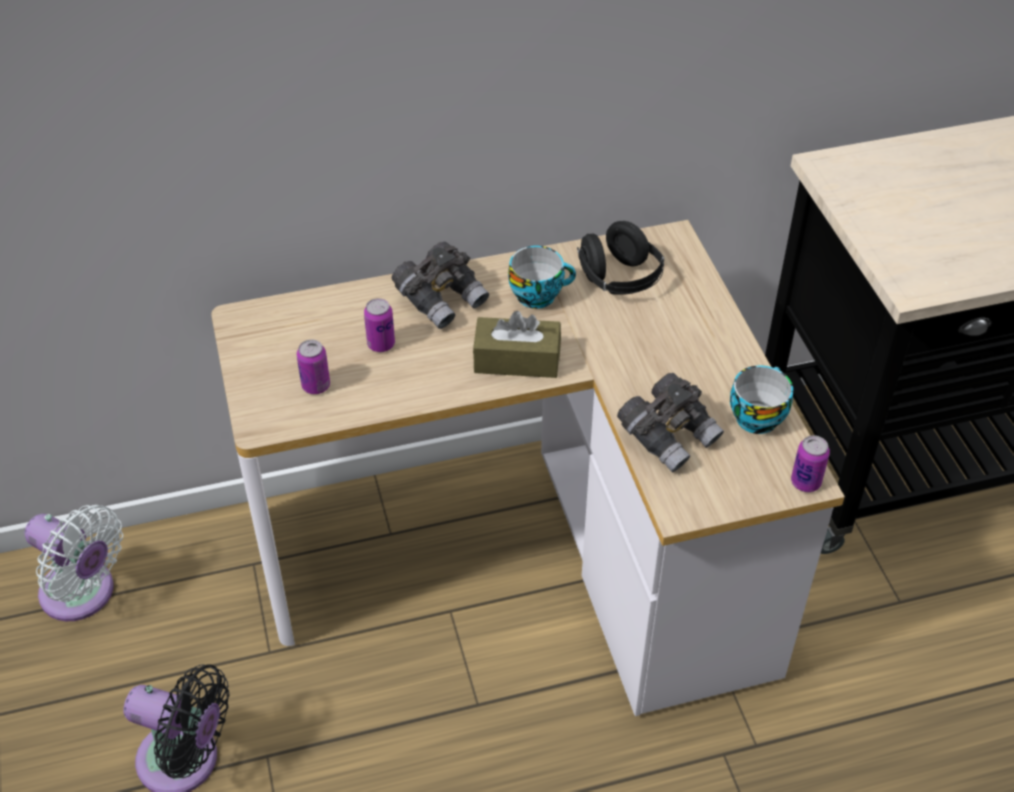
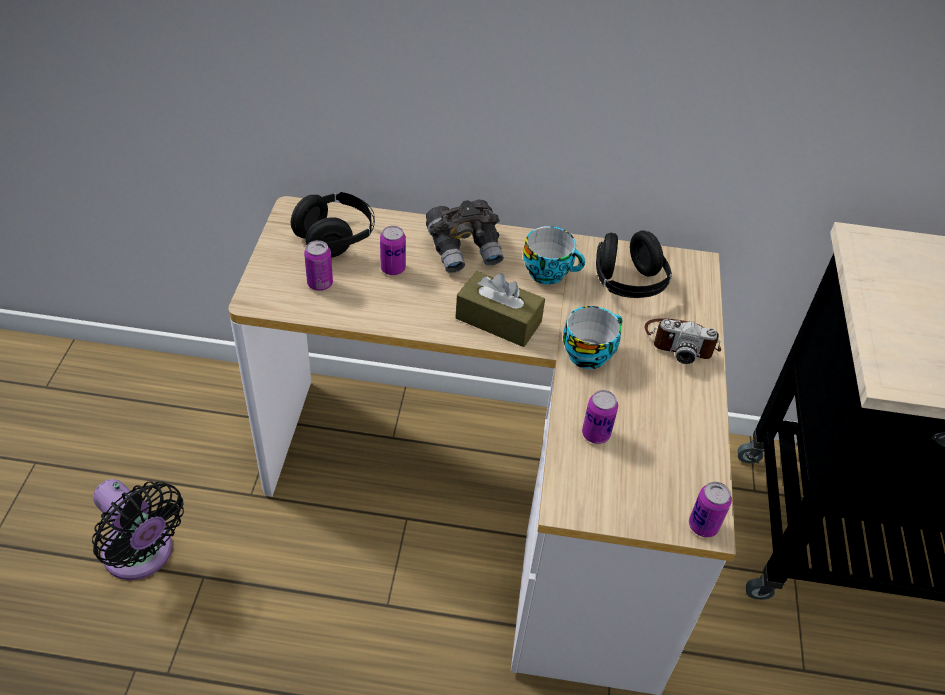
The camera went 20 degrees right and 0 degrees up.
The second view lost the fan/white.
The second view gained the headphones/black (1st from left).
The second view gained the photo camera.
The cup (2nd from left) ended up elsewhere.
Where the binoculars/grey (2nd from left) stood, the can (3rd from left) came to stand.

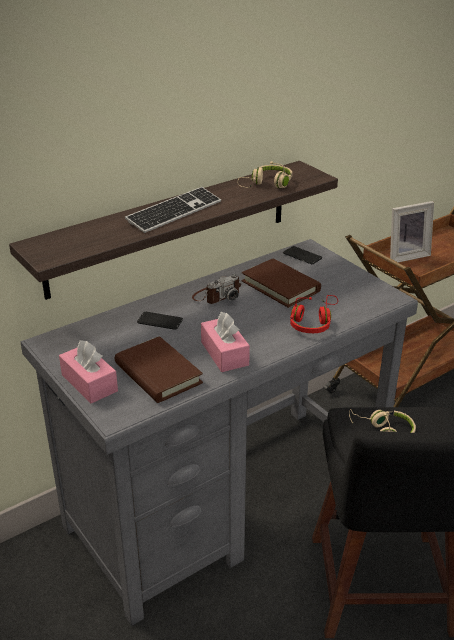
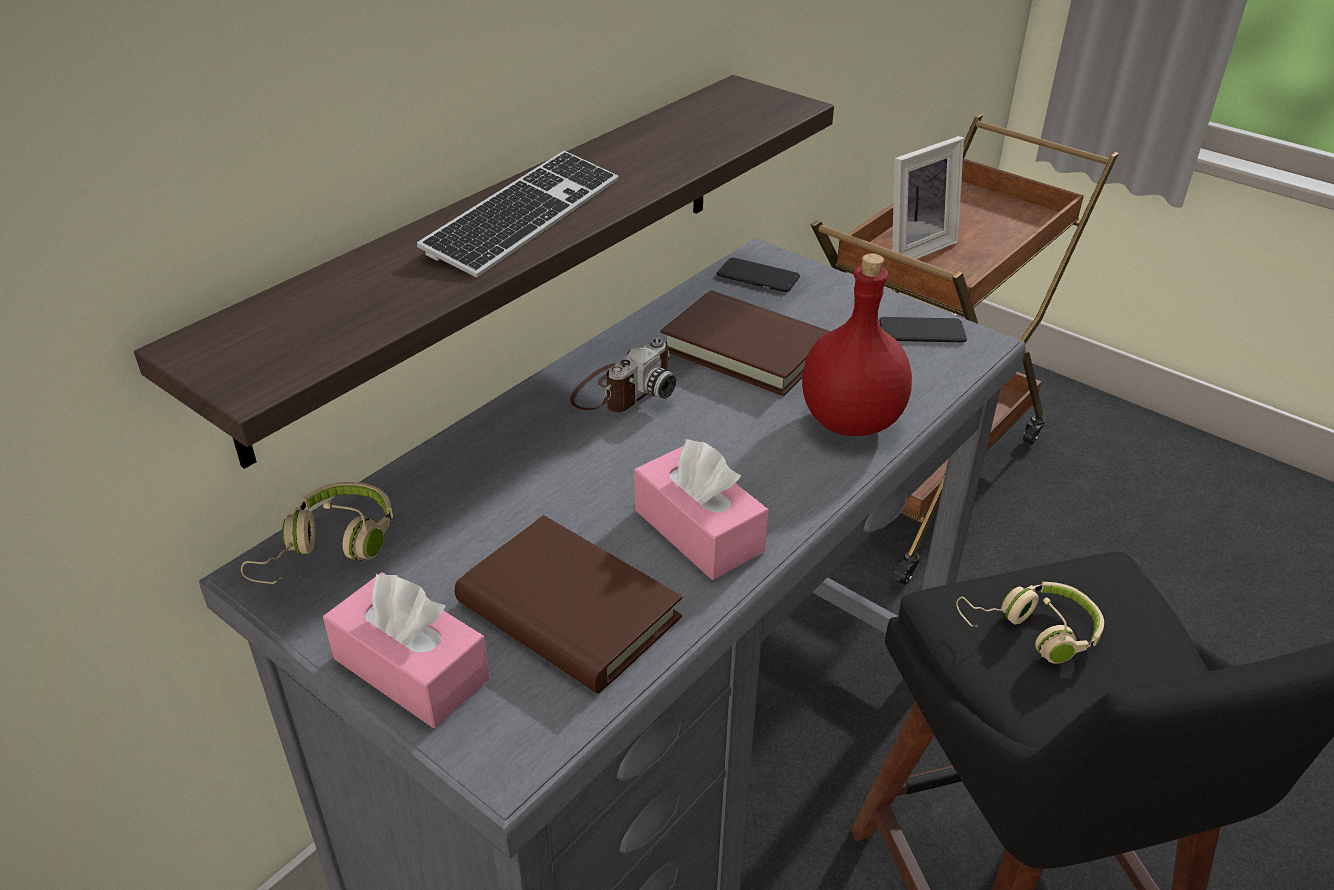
The camera went 15 degrees left and 5 degrees up.
The phone (1st from left in the first image) ended up elsewhere.
The headphones/beige (1st from left) ended up elsewhere.
Where the headphones/red stood, the bottle/red came to stand.

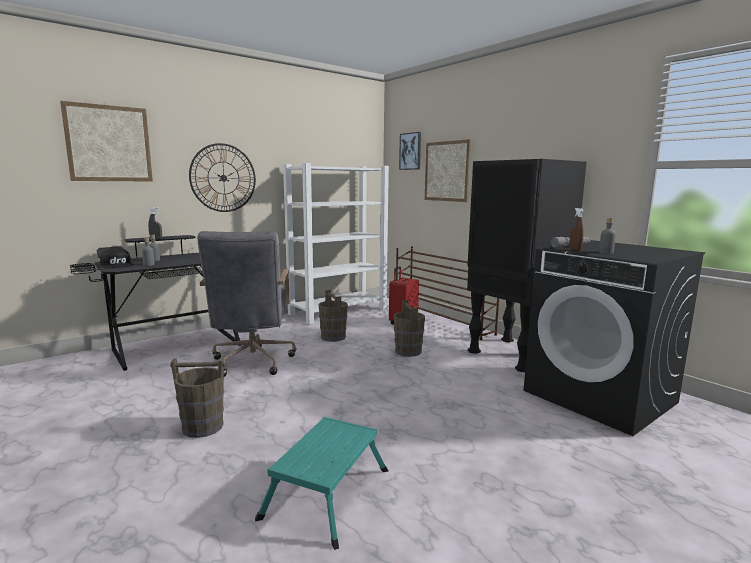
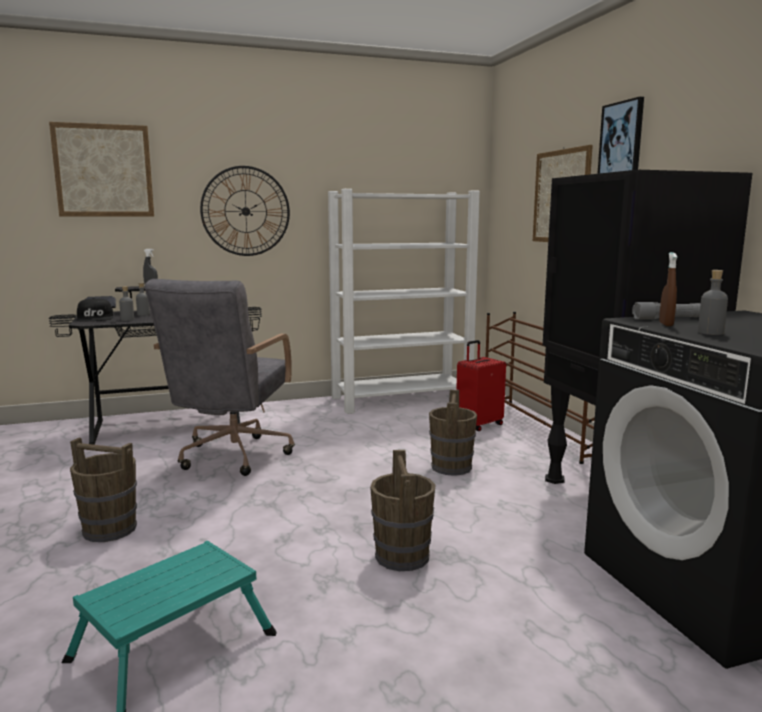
The camera went 20 degrees right and 0 degrees up.
The bucket/brown (2nd from left) ended up elsewhere.
The picture (2nd from left in the first image) ended up elsewhere.

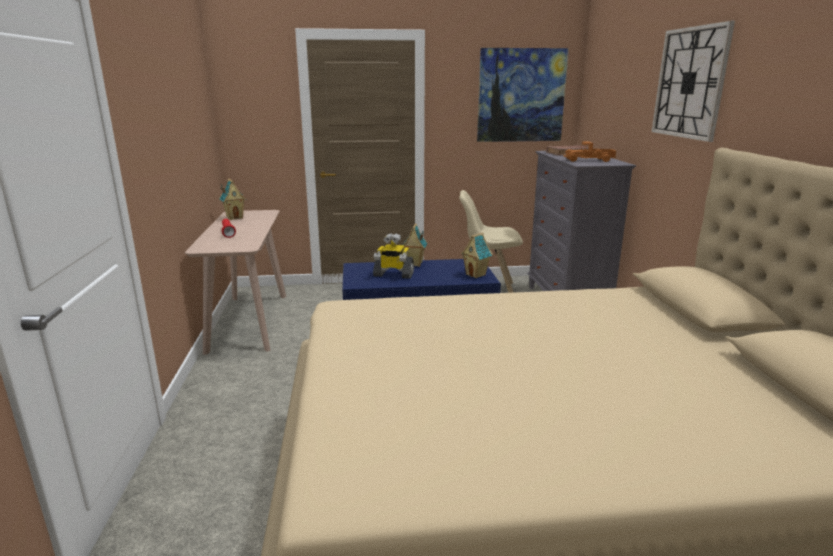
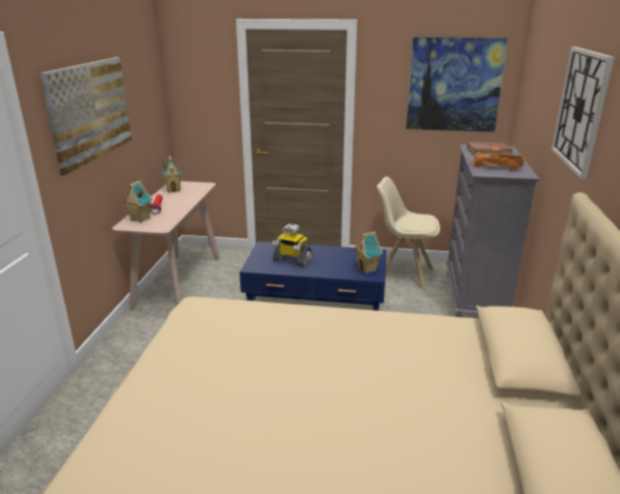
The camera went 15 degrees right and 5 degrees up.
The second view gained the picture (1st from left).
The toy house (2nd from left in the first image) ended up elsewhere.

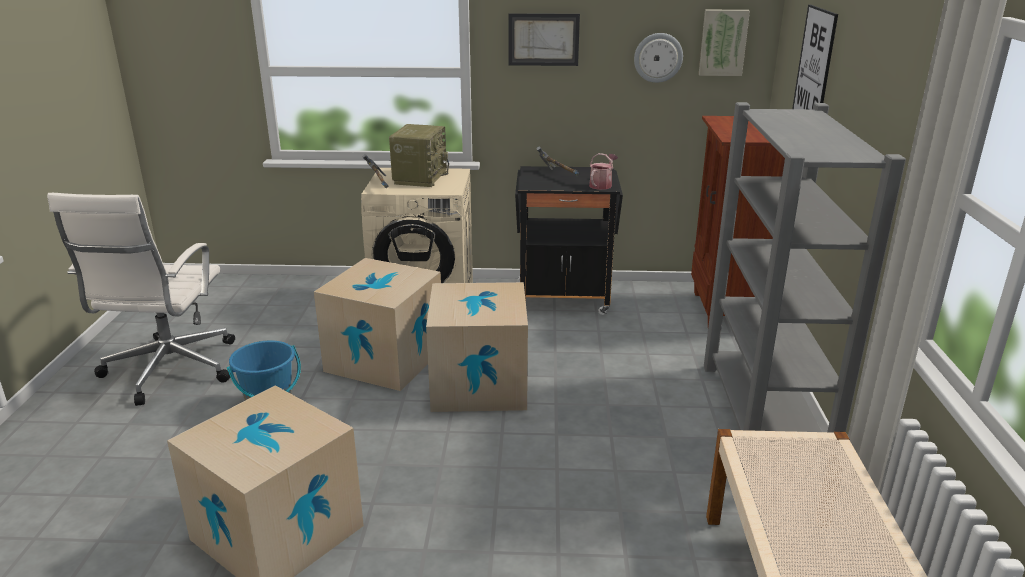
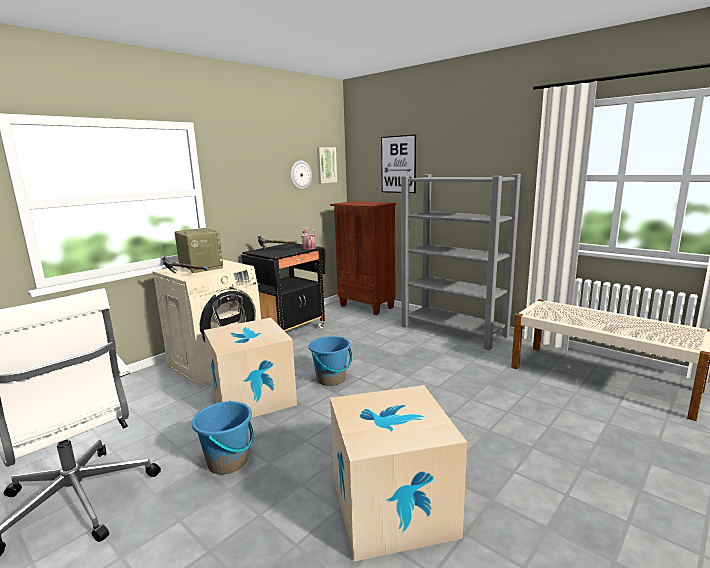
The camera went 50 degrees left and 10 degrees down.
The second view lost the picture (1st from left).
Where the cardboard box (3rd from left) stood, the bucket/blue (2nd from left) came to stand.

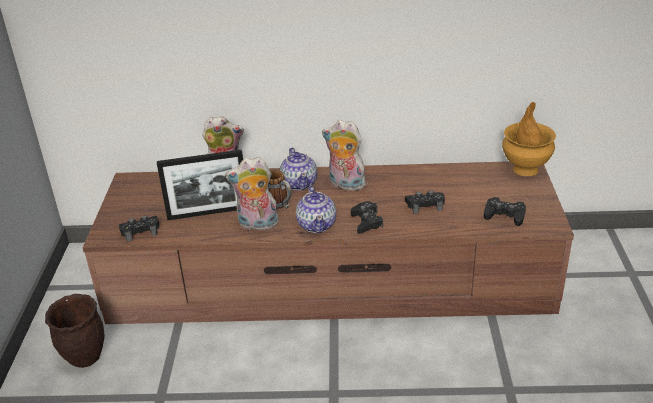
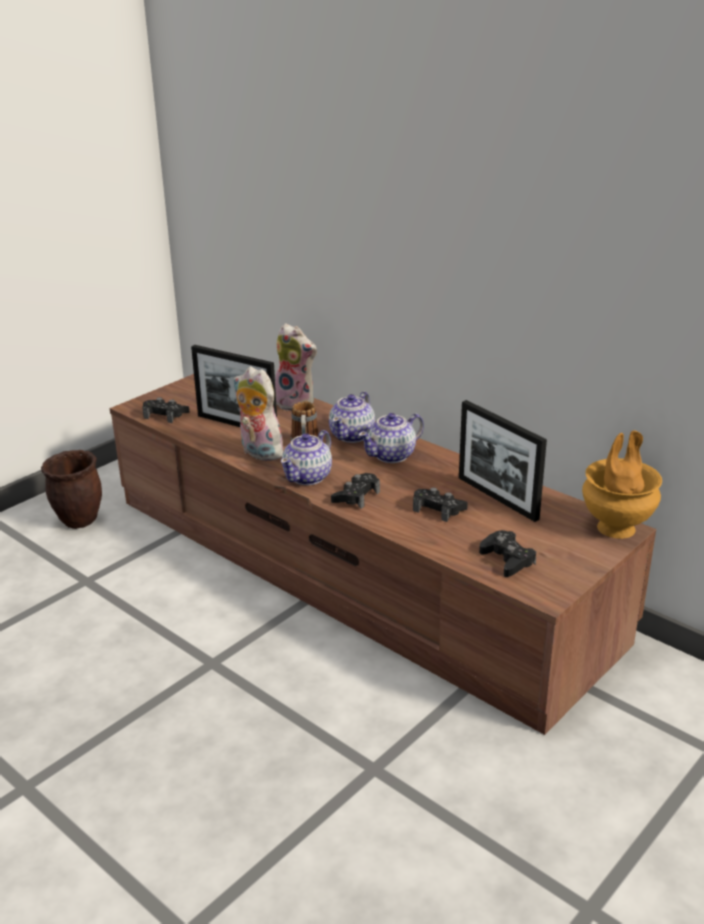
The camera went 40 degrees right and 5 degrees down.
The second view gained the picture frame (2nd from left).
Where the plush toy (3rd from left) stood, the teapot (3rd from left) came to stand.

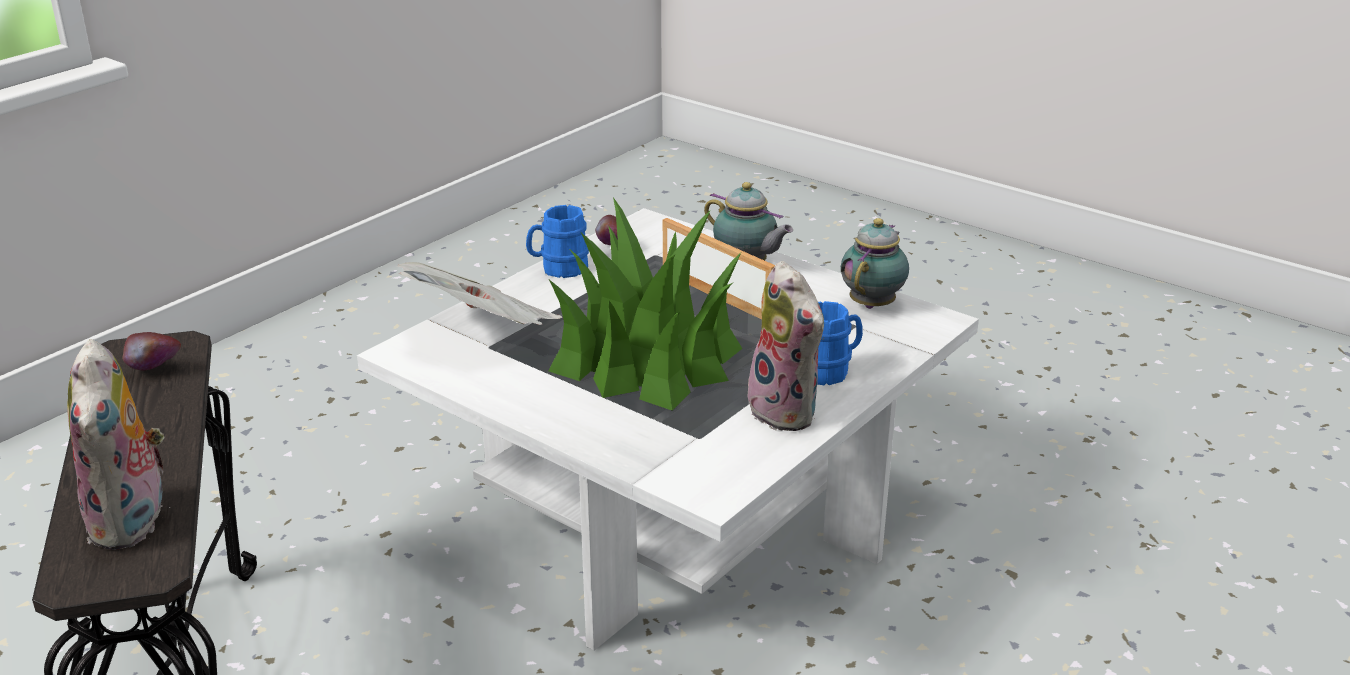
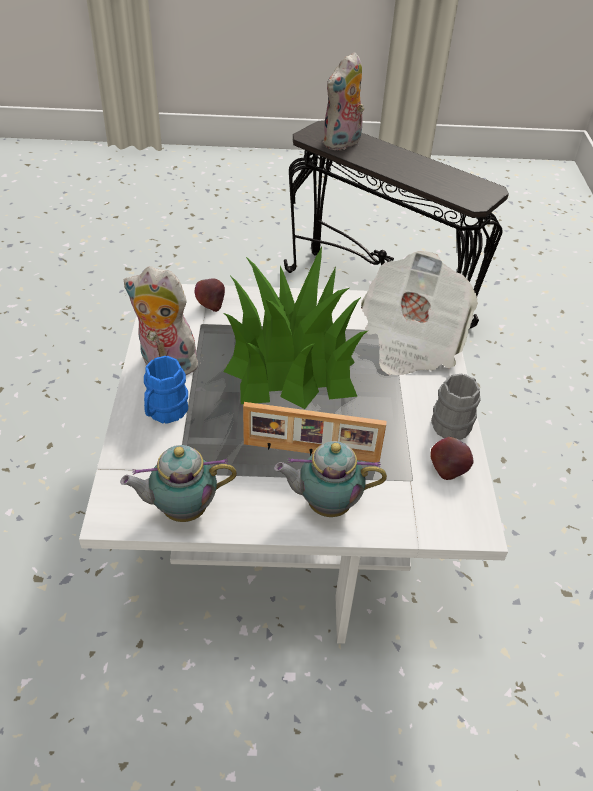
The camera went 140 degrees right and 15 degrees up.
The apple (1st from left) ended up elsewhere.
What was the mug/blue (1st from left) turned into the mug/grey.
The plush toy (1st from left in the first image) ended up facing another way, 90 degrees counterclockwise from before.
The teapot (2nd from left in the first image) ended up facing another way, 90 degrees clockwise from before.

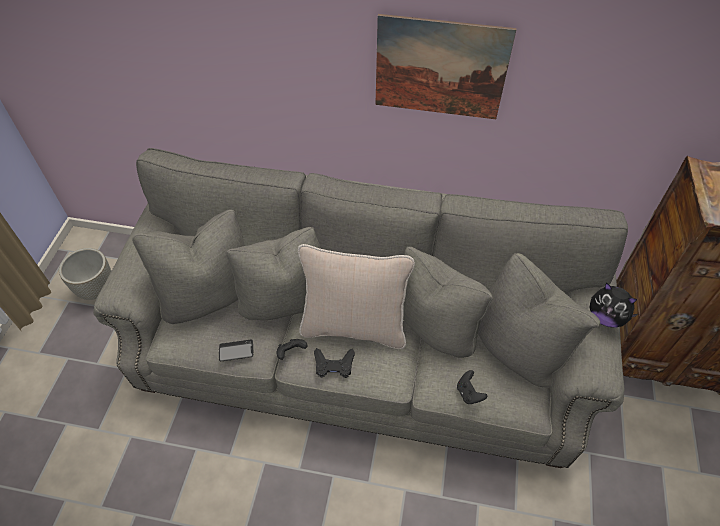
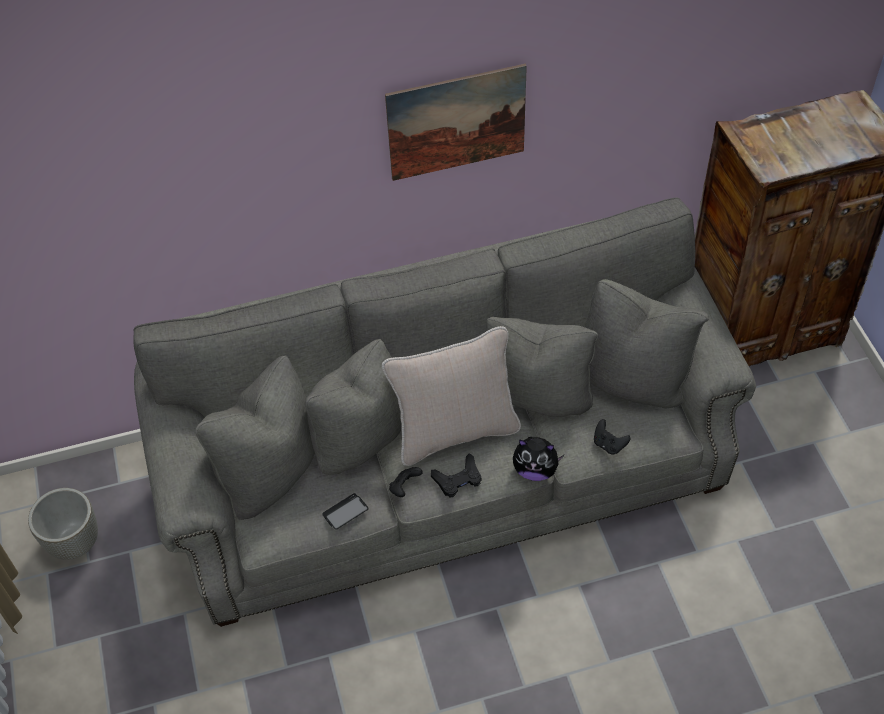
The camera went 25 degrees left and 0 degrees up.
The plush toy ended up elsewhere.

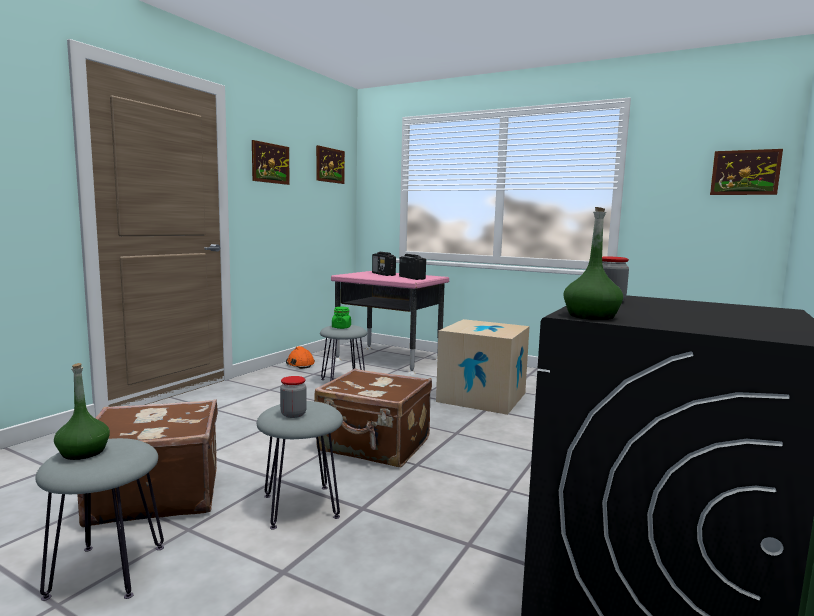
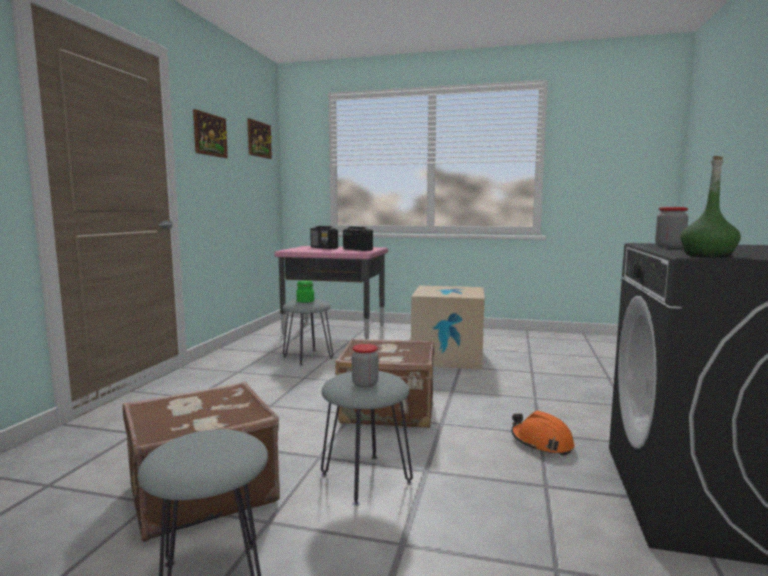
The camera went 15 degrees left and 0 degrees up.
The second view lost the bottle/green (1st from left).
The second view lost the picture (3rd from left).
The hard hat/orange ended up elsewhere.

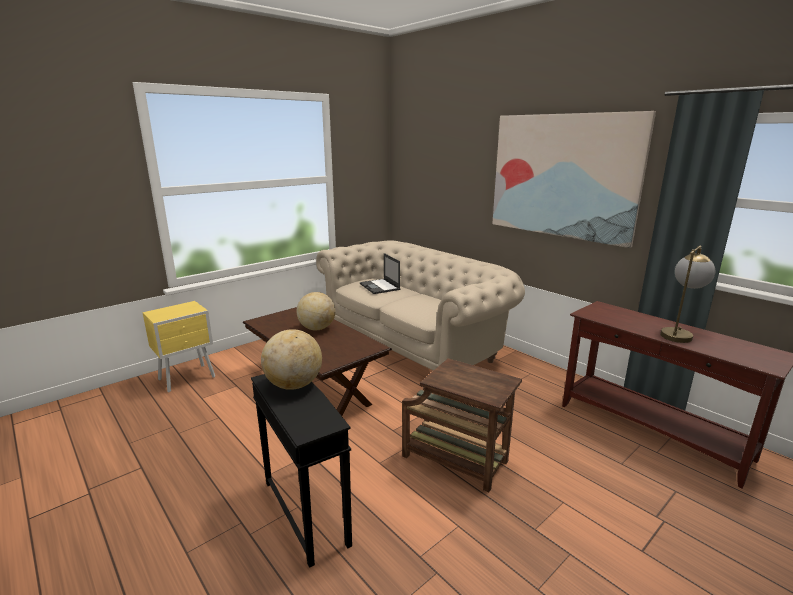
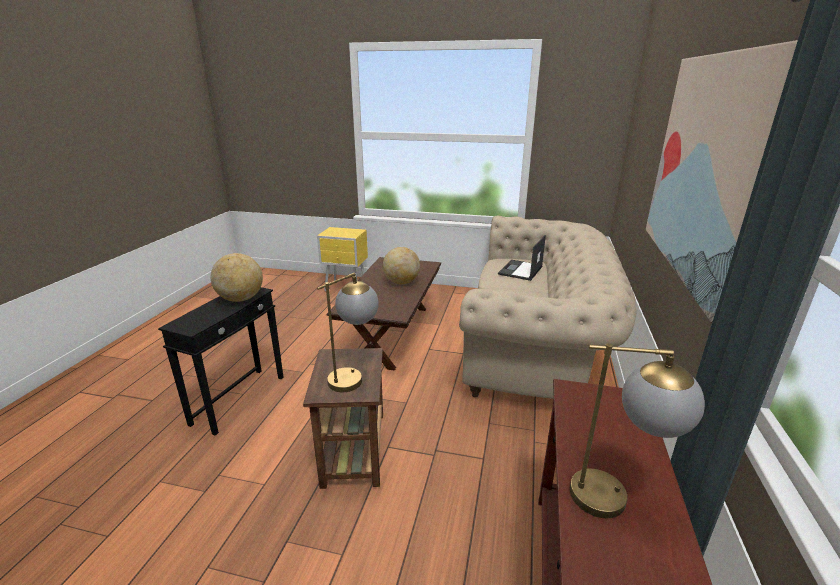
The camera went 55 degrees right and 5 degrees up.
The second view gained the table lamp (1st from left).

